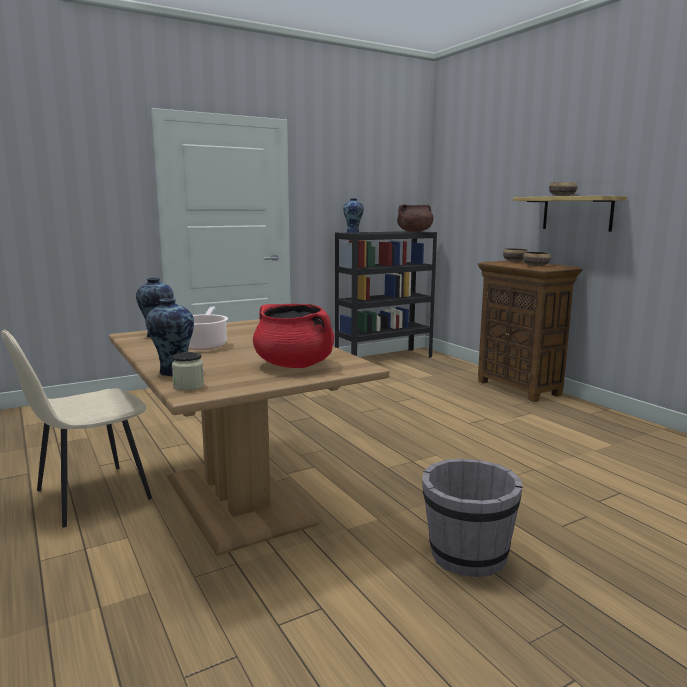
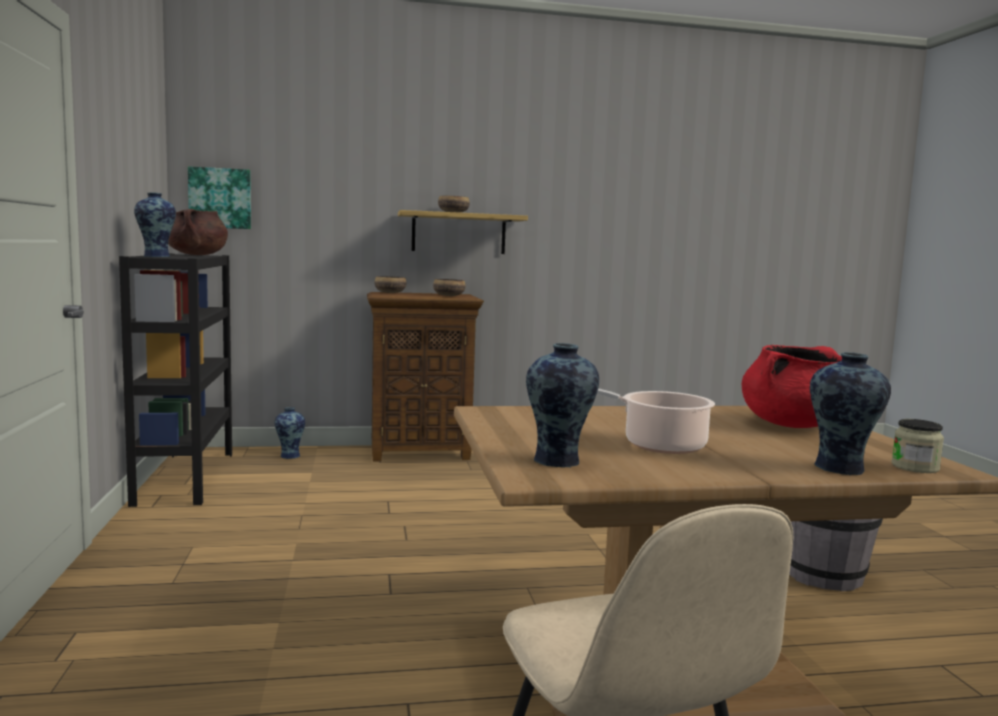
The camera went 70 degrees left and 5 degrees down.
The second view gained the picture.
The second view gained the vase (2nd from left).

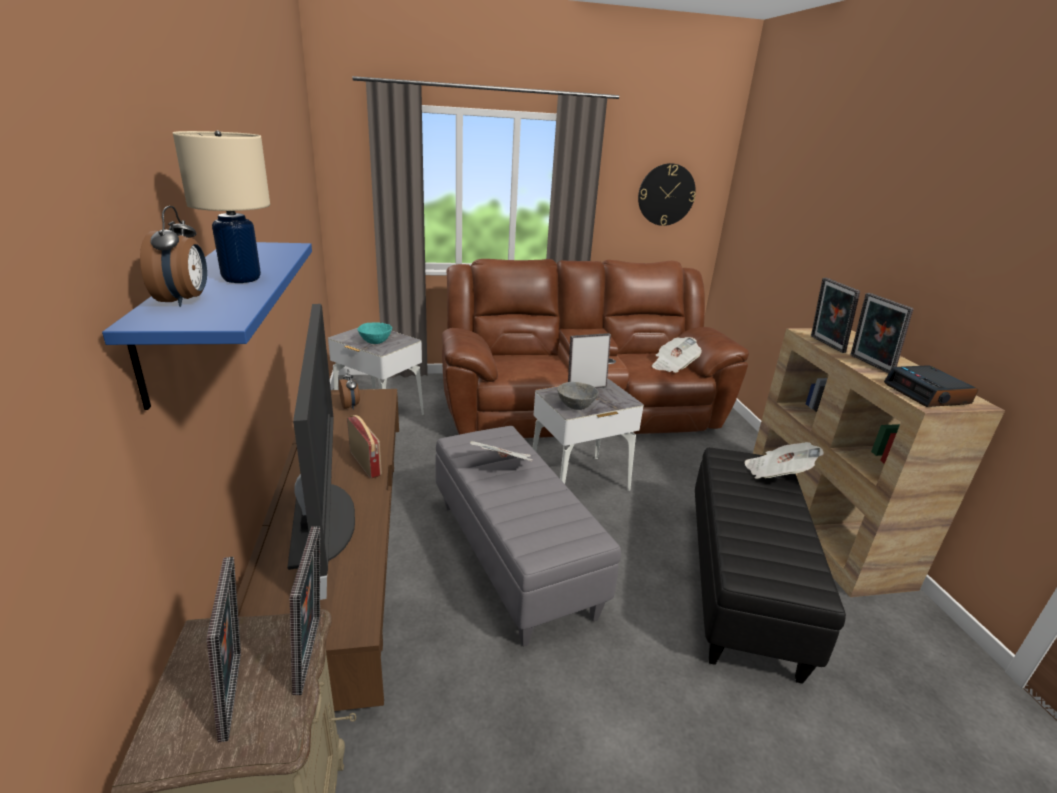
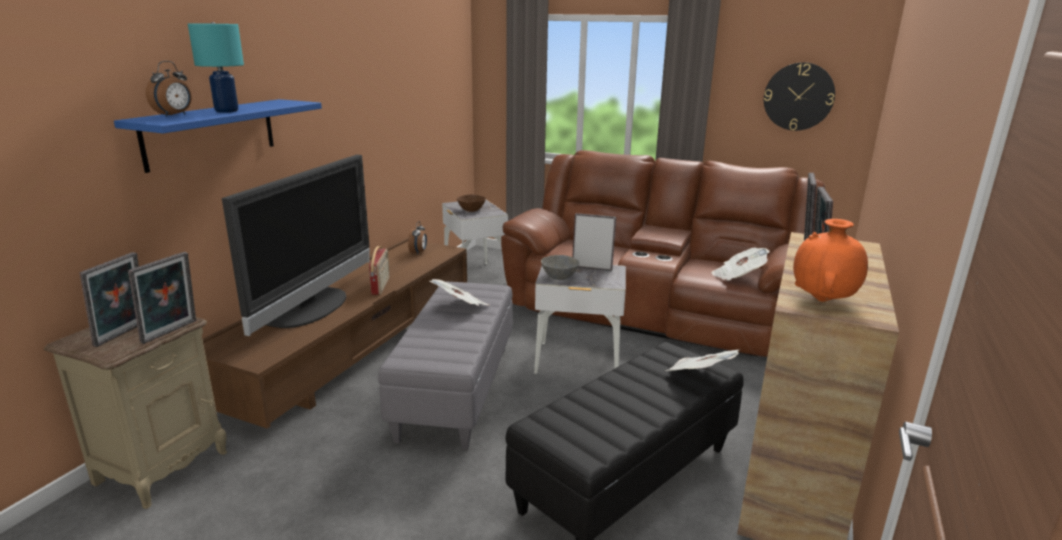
The camera went 35 degrees right and 5 degrees down.
Where the alarm clock (3rd from left) stood, the vase/orange came to stand.
What was the table lamp/beige turned into the table lamp/turquoise.
What was the bowl/turquoise turned into the bowl/brown.

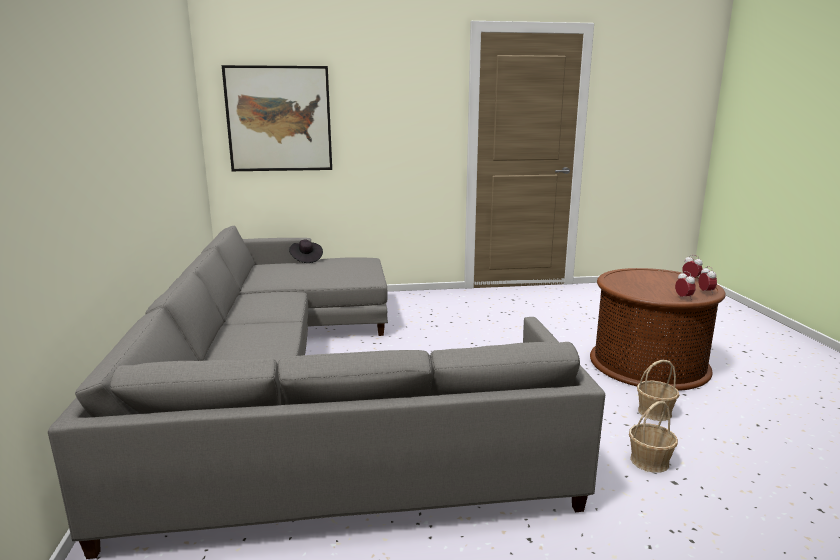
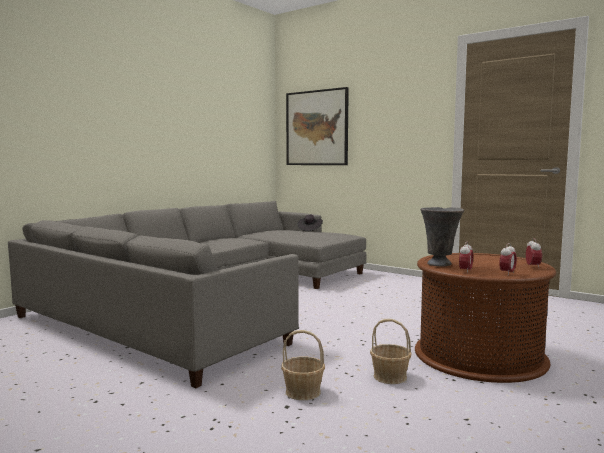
The camera went 45 degrees right and 10 degrees down.
The second view gained the vase/grey.

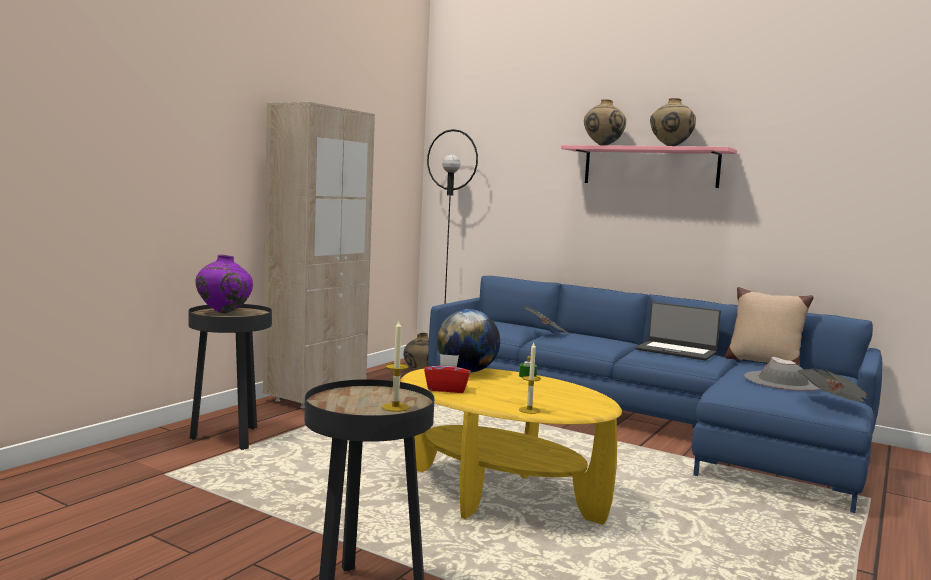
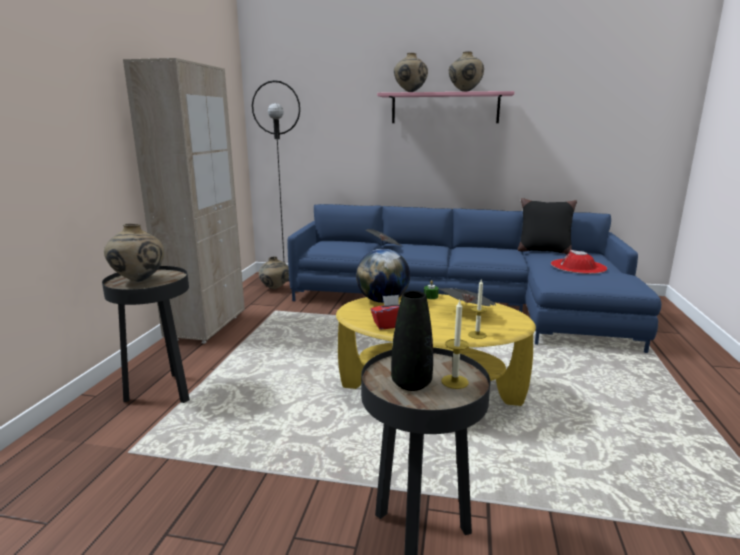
The camera went 20 degrees left and 10 degrees up.
The second view lost the laptop.
The second view gained the vase/black.
The newspaper (2nd from left) ended up elsewhere.
What was the vase/purple turned into the vase/beige (1st from left).
What was the pillow/beige turned into the pillow/black.
What was the hat/grey turned into the hat/red.

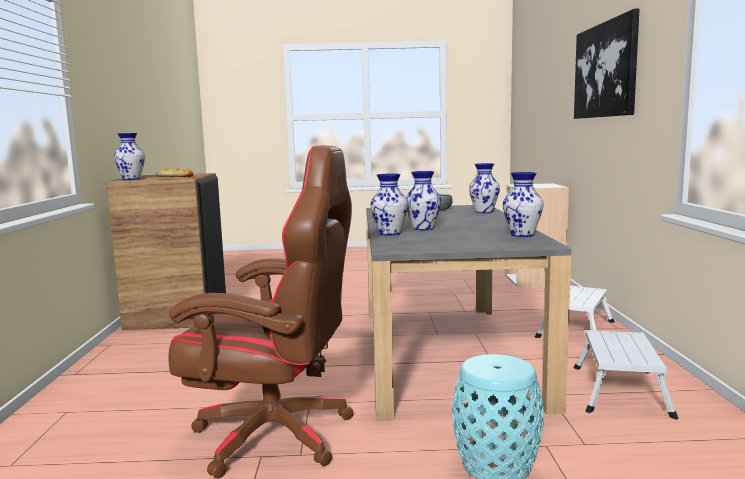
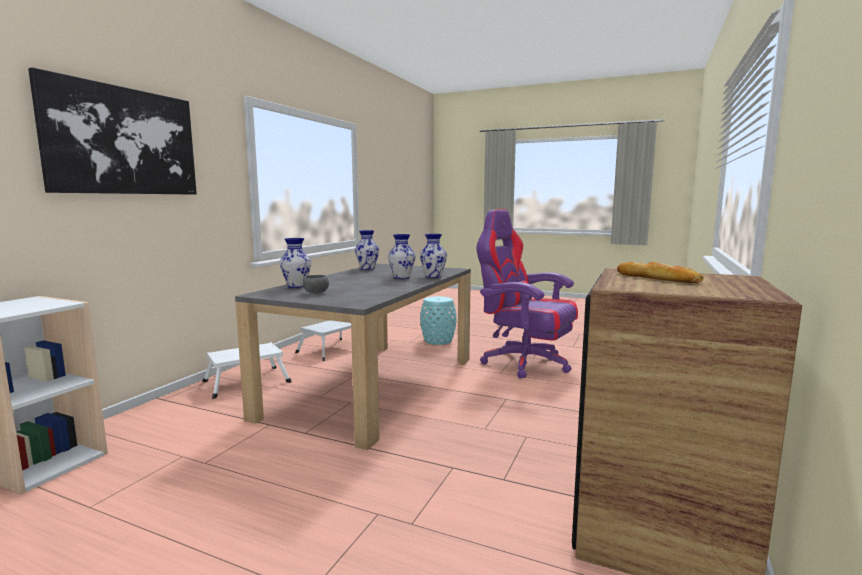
The camera went 155 degrees left and 0 degrees up.
The second view lost the vase (1st from left).
What was the office chair/brown turned into the office chair/purple.

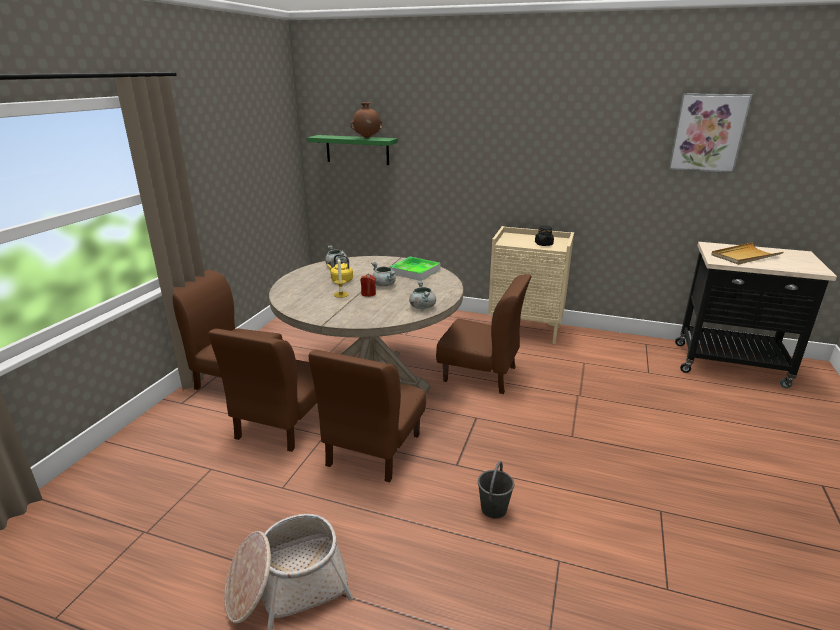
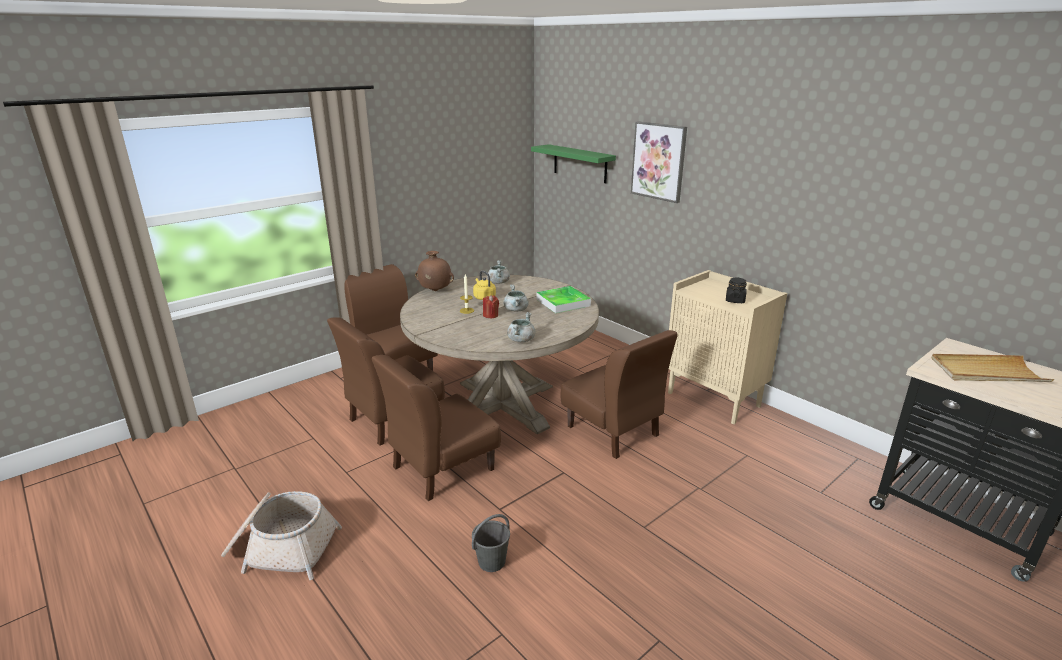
The camera went 30 degrees right and 0 degrees up.
The vase/brown ended up elsewhere.
The picture ended up elsewhere.

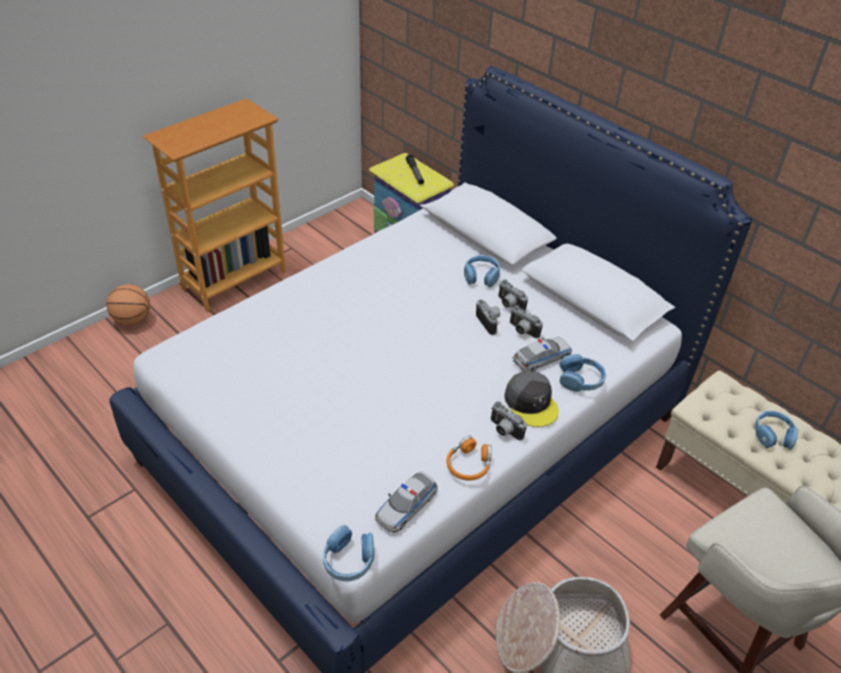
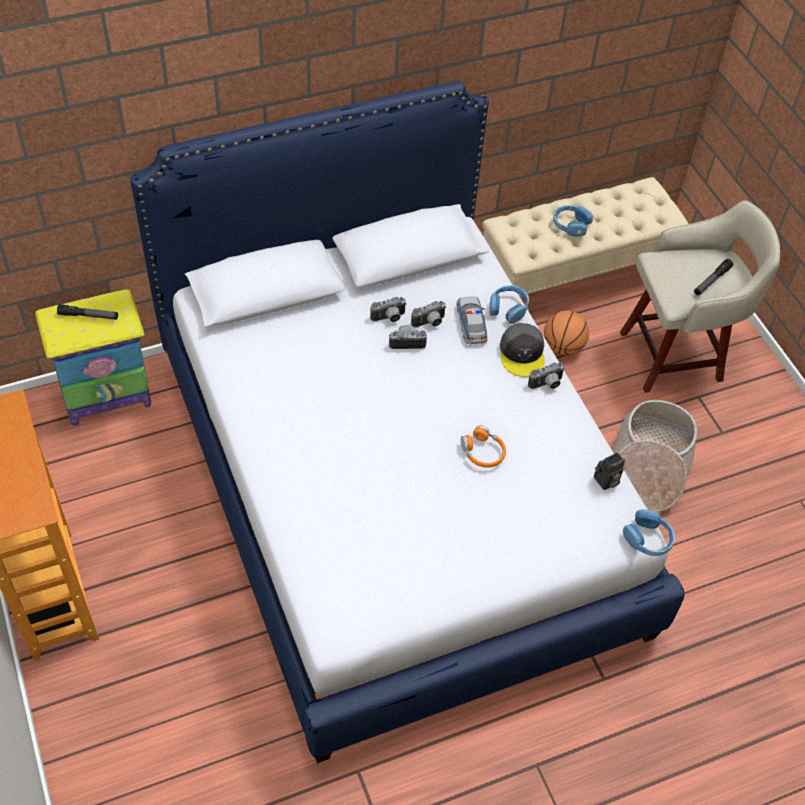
The camera went 70 degrees left and 10 degrees up.
The second view lost the headphones/blue (2nd from left).
The second view gained the flashlight (2nd from left).
The basketball ended up elsewhere.
The headphones/orange ended up elsewhere.
Where the toy car (1st from left) stood, the photo camera (5th from left) came to stand.
The cap/grey ended up facing another way, 90 degrees clockwise from before.

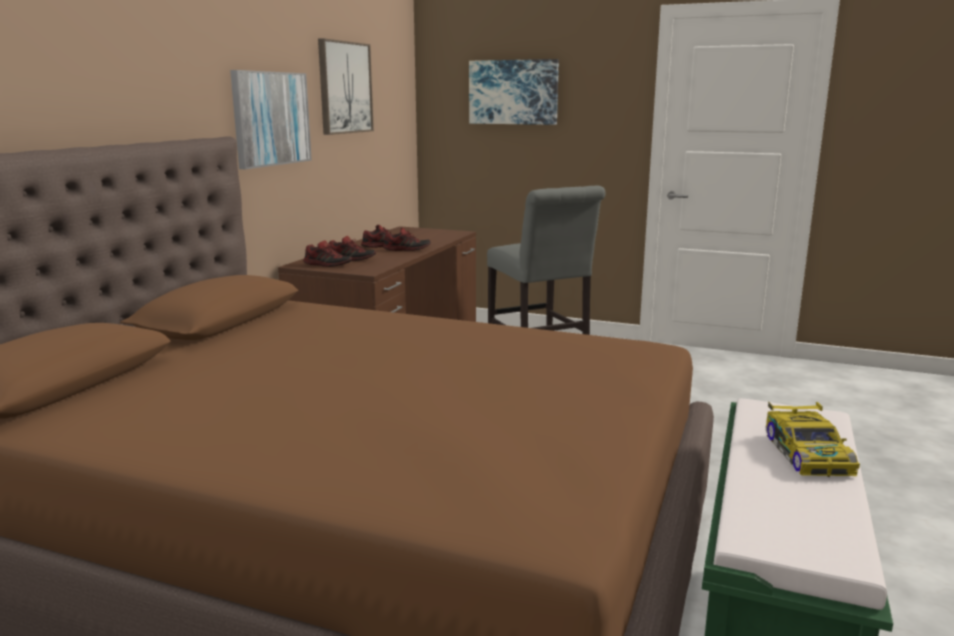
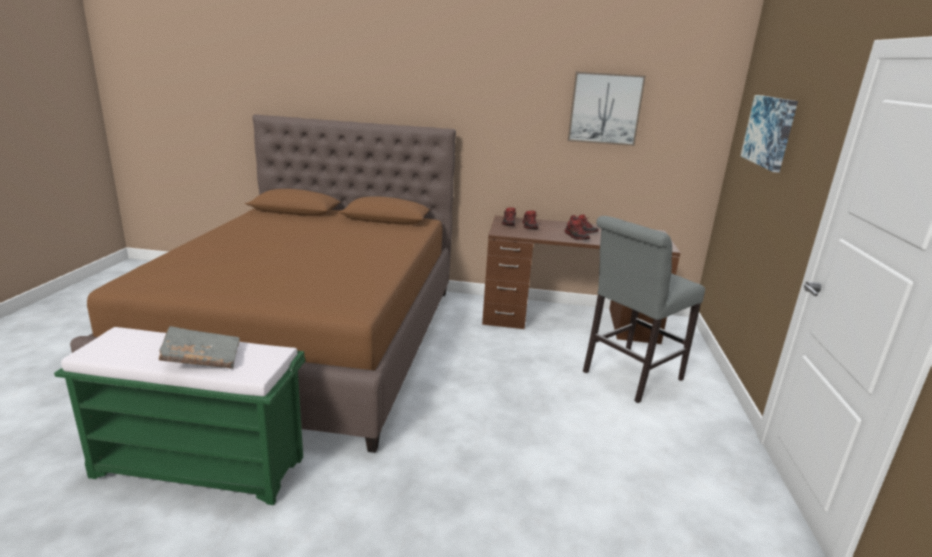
The camera went 75 degrees right and 5 degrees up.
The second view lost the picture (1st from left).
Where the toy car stood, the book/grey came to stand.

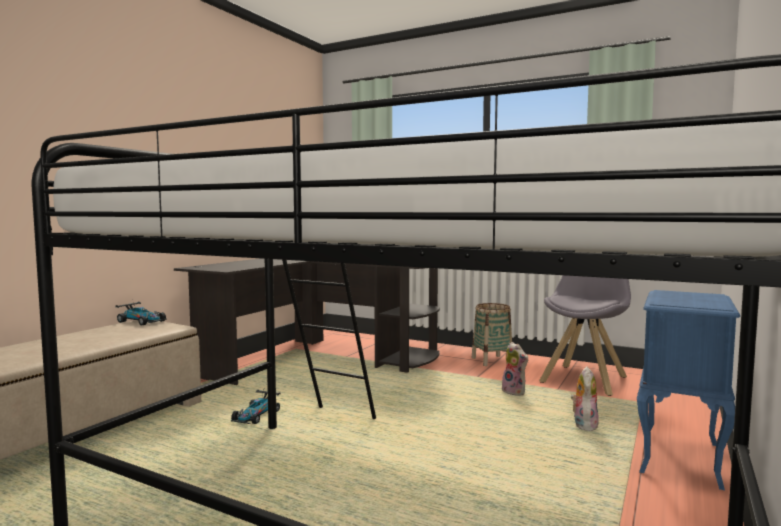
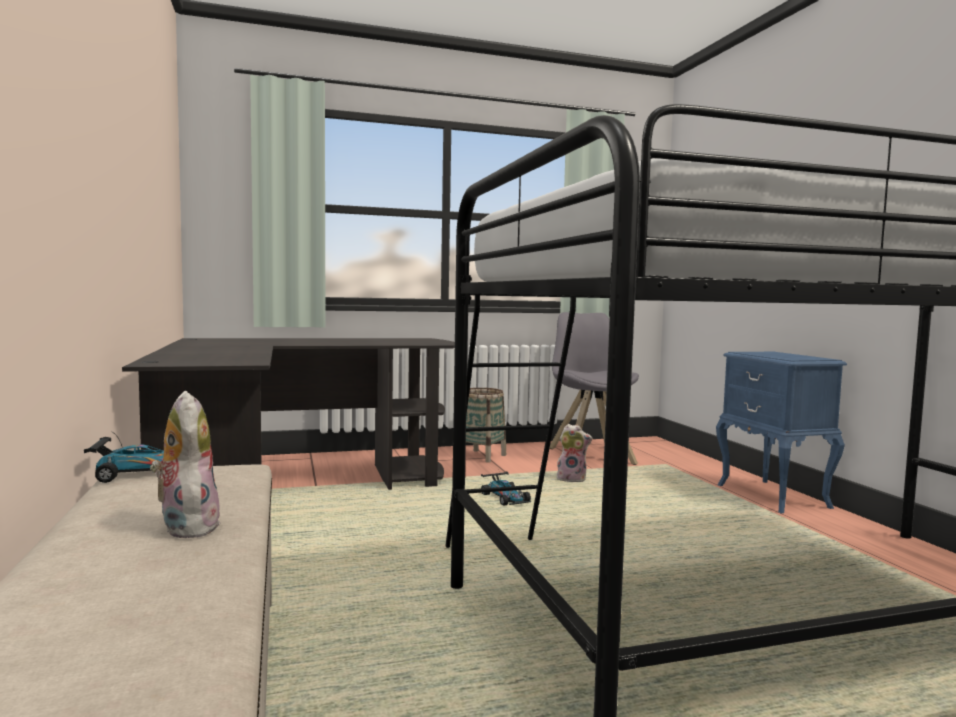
The camera went 45 degrees left and 0 degrees up.
The toy car (2nd from left) ended up elsewhere.
The plush toy (2nd from left in the first image) ended up elsewhere.

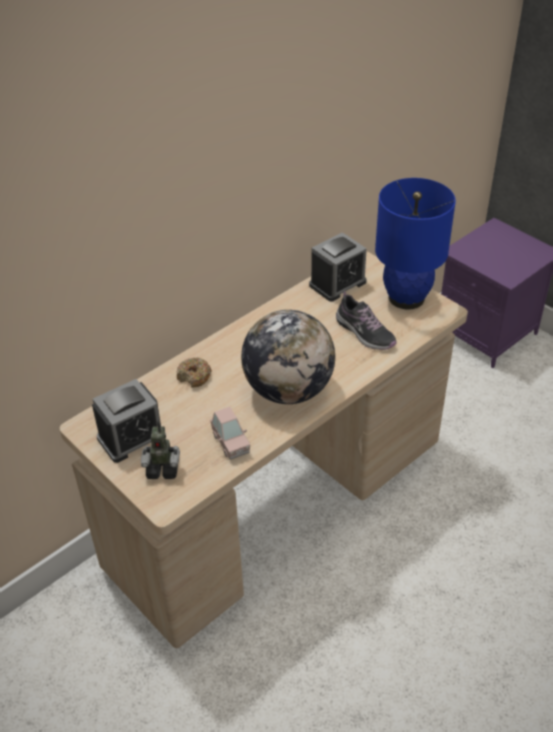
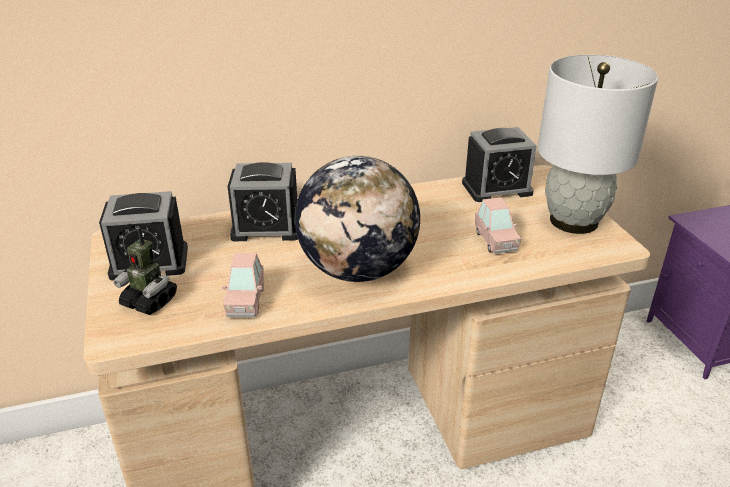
The camera went 25 degrees right and 10 degrees down.
Where the donut stood, the alarm clock (2nd from left) came to stand.
Where the shoe stood, the toy car/pink (2nd from left) came to stand.
What was the table lamp/blue turned into the table lamp/white.

